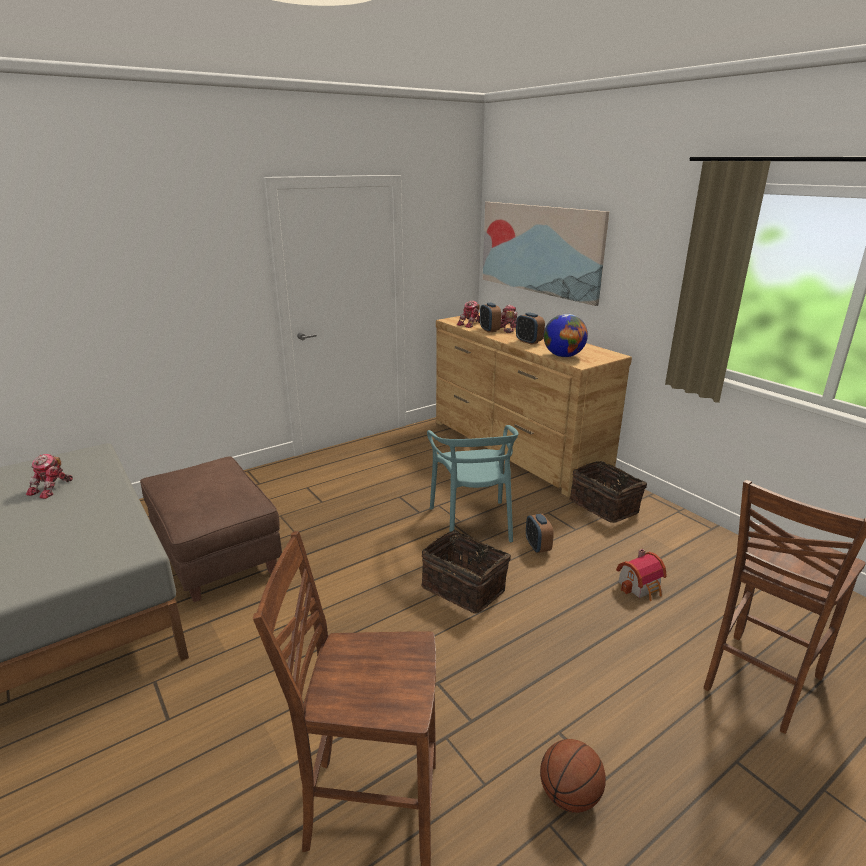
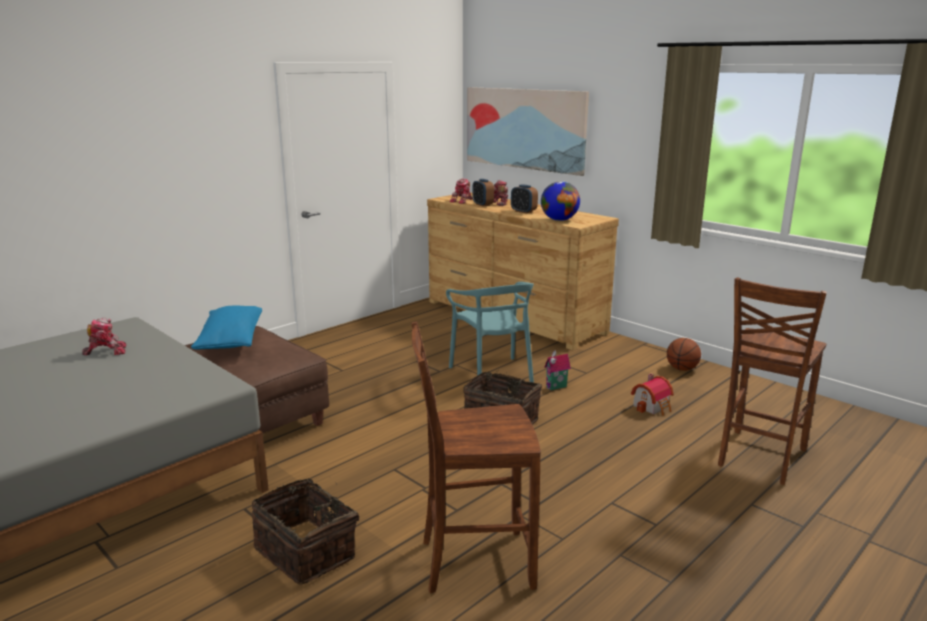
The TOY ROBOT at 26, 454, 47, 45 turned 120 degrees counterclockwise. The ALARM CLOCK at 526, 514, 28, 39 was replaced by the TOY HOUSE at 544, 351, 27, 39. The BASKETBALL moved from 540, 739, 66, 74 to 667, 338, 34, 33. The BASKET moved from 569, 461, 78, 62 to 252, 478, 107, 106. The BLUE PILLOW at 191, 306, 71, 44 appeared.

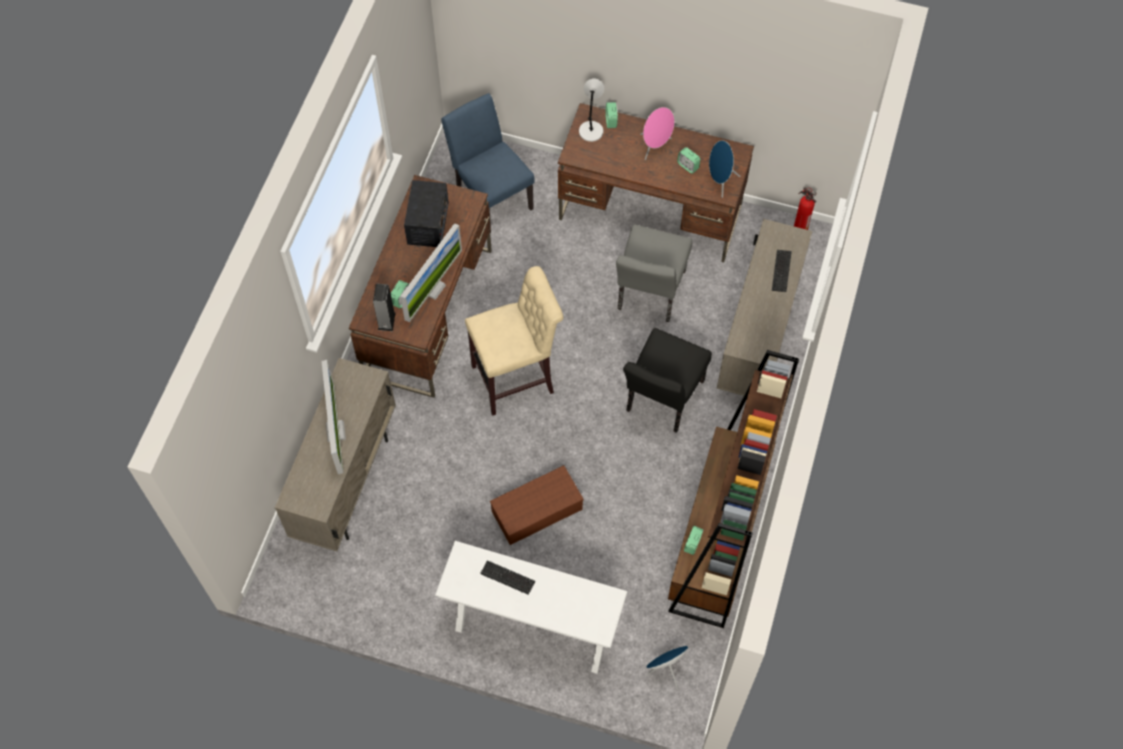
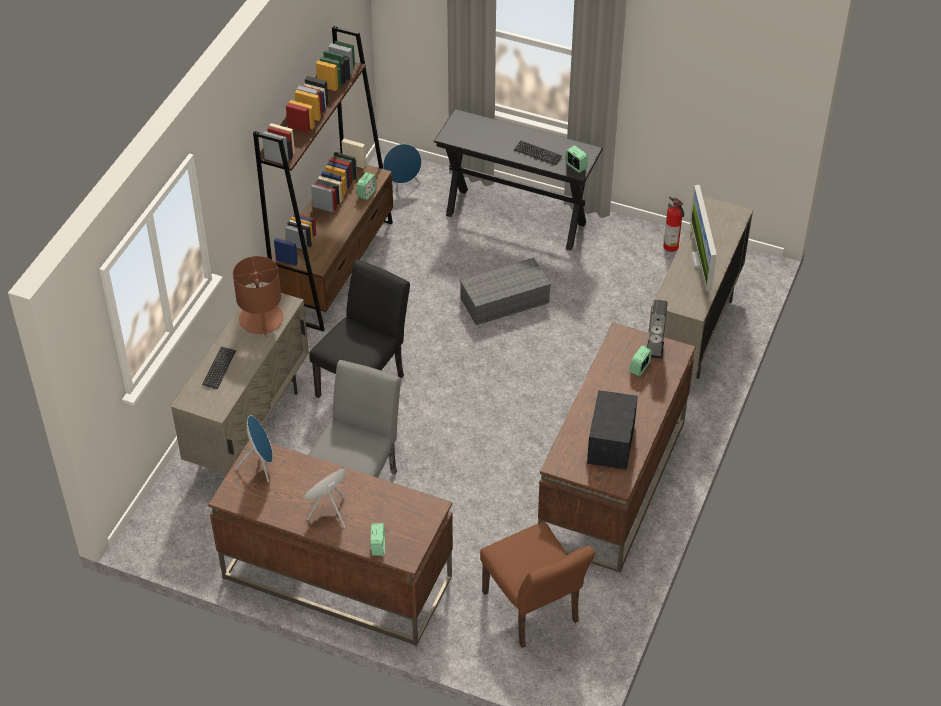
The MONITOR at 400, 223, 62, 99 disappeared. The WHITE CONSOLE TABLE at 435, 541, 193, 133 became the BLACK CONSOLE TABLE at 434, 109, 169, 142. The BLUE CHAIR at 441, 93, 94, 140 became the BROWN CHAIR at 480, 521, 115, 127. The BEIGE STOOL at 465, 266, 98, 150 disappeared. The BROWN STORAGE BOX at 490, 465, 94, 80 became the GREY STORAGE BOX at 460, 258, 91, 67. The GREY TABLE LAMP at 579, 78, 25, 64 disappeared. The ALARM CLOCK moved from 677, 147, 24, 27 to 566, 146, 22, 27. The FIRE EXTINGUISHER moved from 794, 188, 23, 42 to 663, 196, 21, 56. The BROWN TABLE LAMP at 233, 256, 51, 81 appeared.

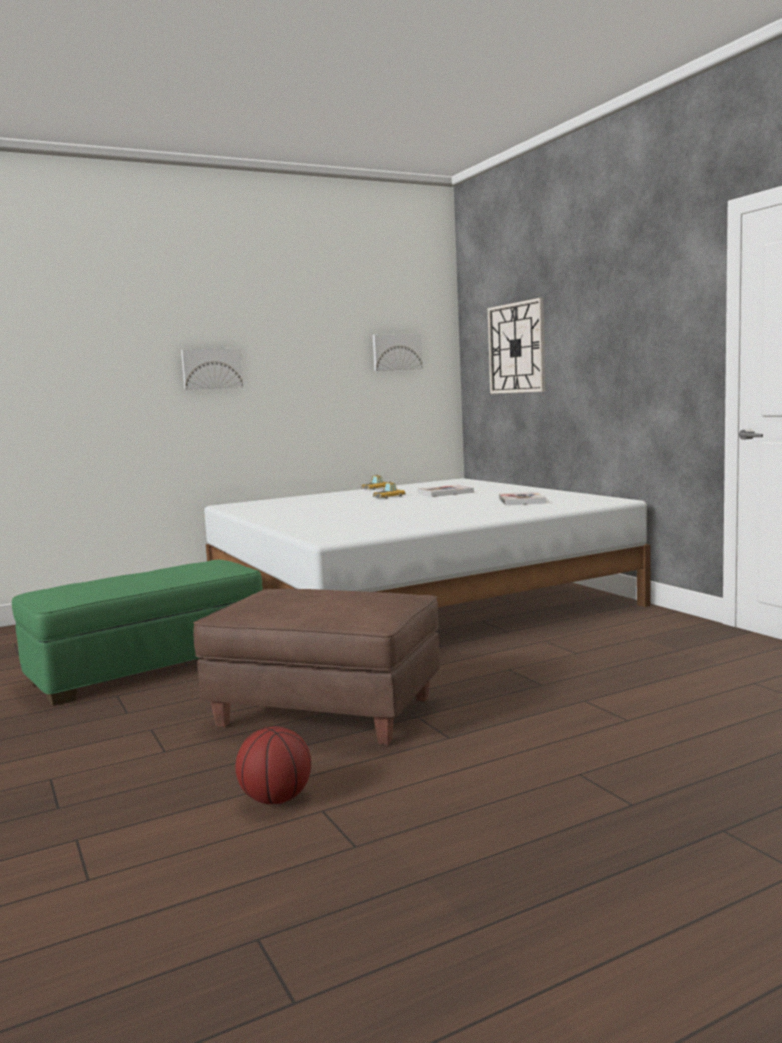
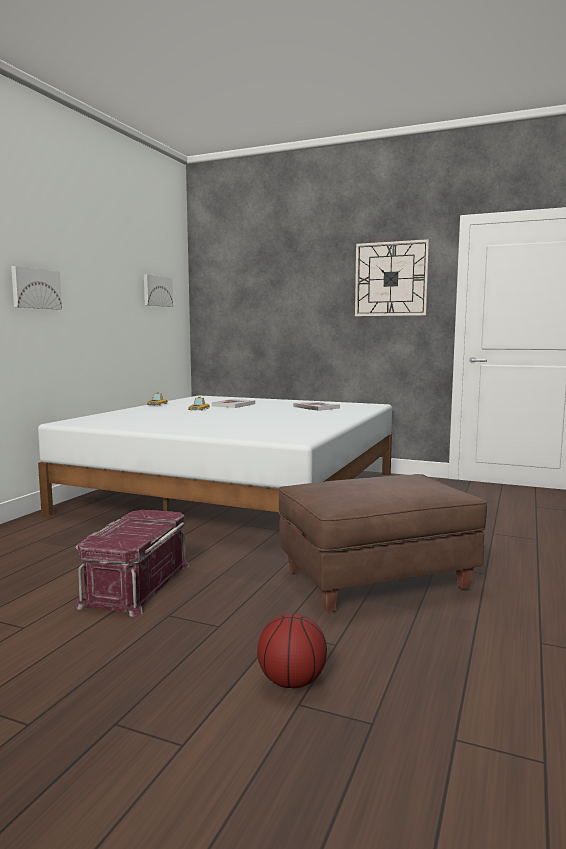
The GREEN OTTOMAN at 12, 560, 250, 146 was replaced by the RED STORAGE BOX at 75, 510, 115, 107. The BASKETBALL moved from 235, 726, 76, 78 to 257, 614, 70, 74. The WALL CLOCK moved from 488, 298, 57, 96 to 355, 239, 74, 77.

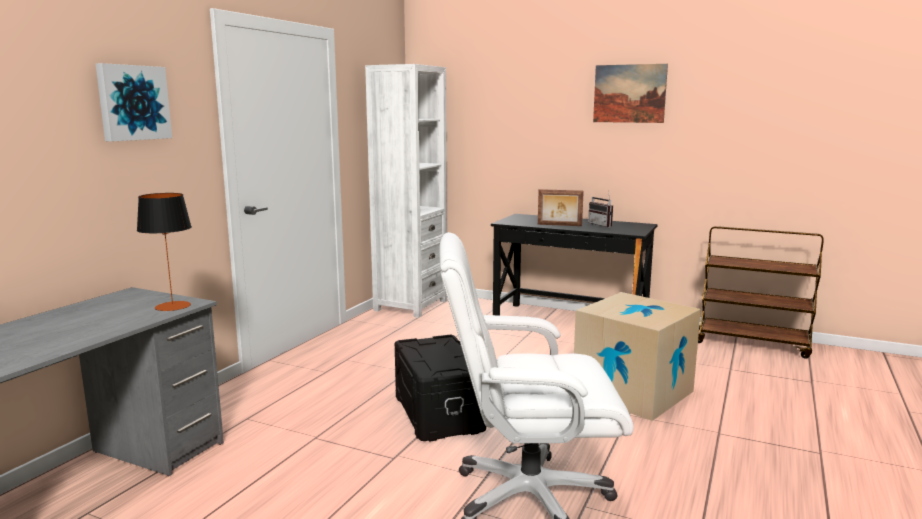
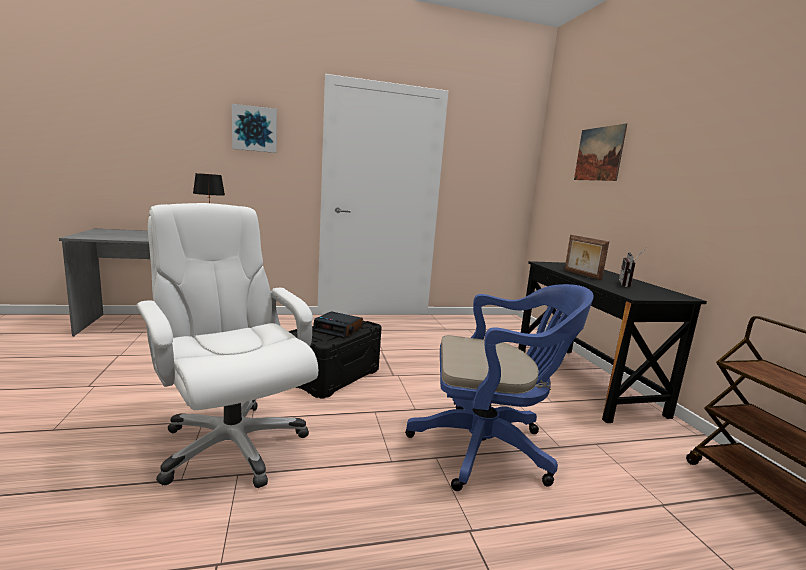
The WHITE BOOKCASE at 365, 64, 82, 254 disappeared. The CARDBOARD BOX at 574, 292, 127, 129 was replaced by the BLUE OFFICE CHAIR at 405, 284, 189, 207. The PICTURE moved from 593, 64, 75, 59 to 574, 123, 53, 58. The ALARM CLOCK at 313, 311, 50, 27 appeared.

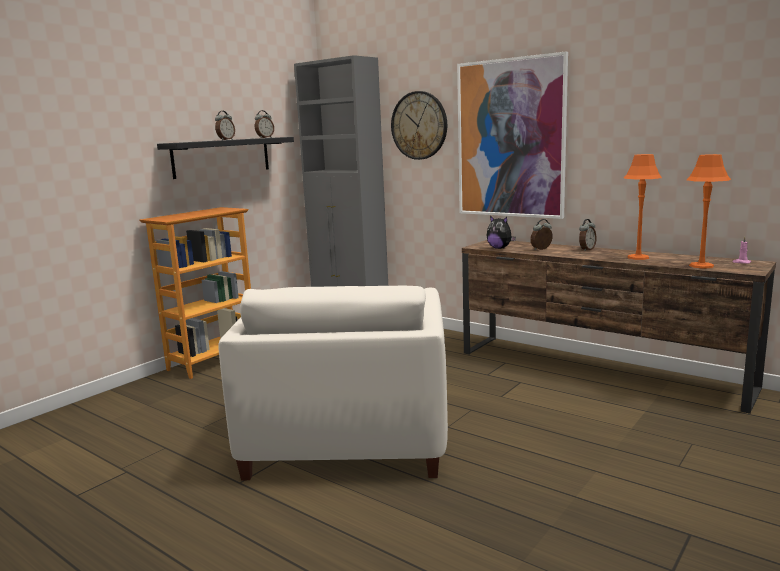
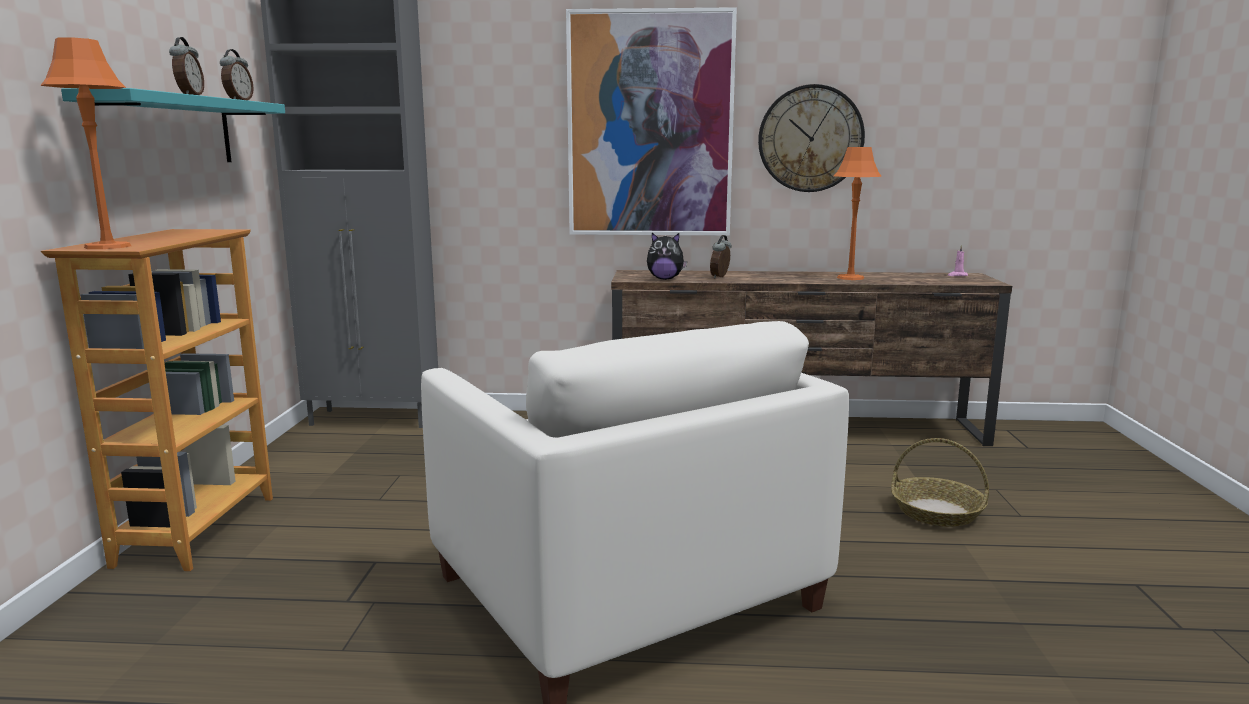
The BLACK SHELF at 157, 137, 137, 42 became the TURQUOISE SHELF at 61, 88, 224, 74. The WALL CLOCK moved from 391, 91, 56, 69 to 758, 84, 107, 108. The ALARM CLOCK at 579, 219, 18, 32 disappeared. The ORANGE TABLE LAMP moved from 687, 154, 44, 115 to 40, 37, 91, 212. The BASKET at 891, 438, 98, 89 appeared.

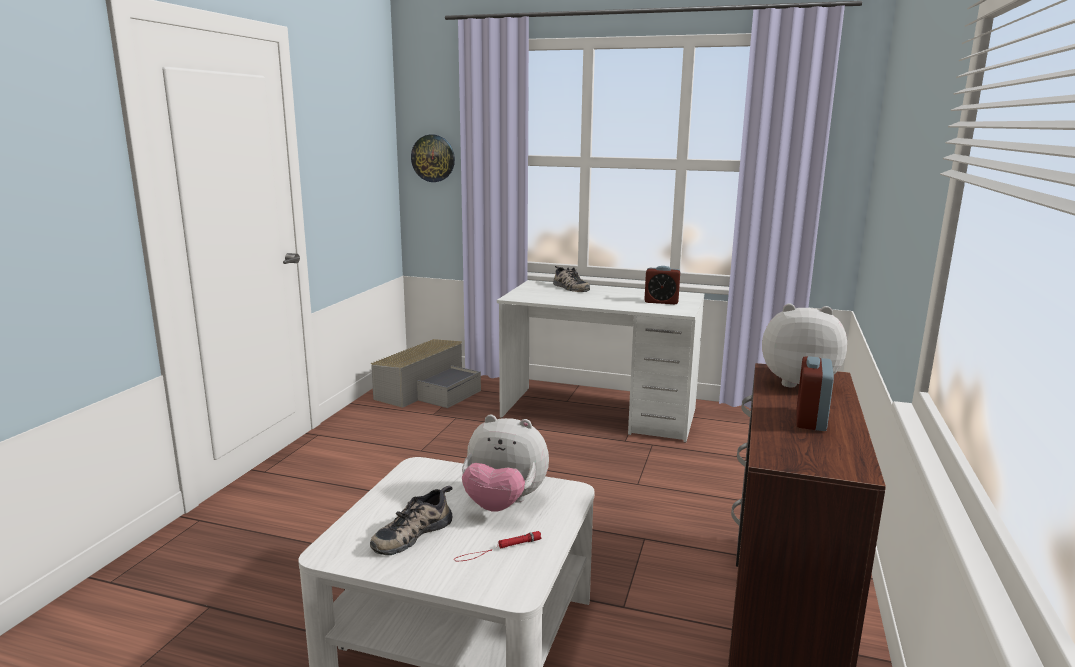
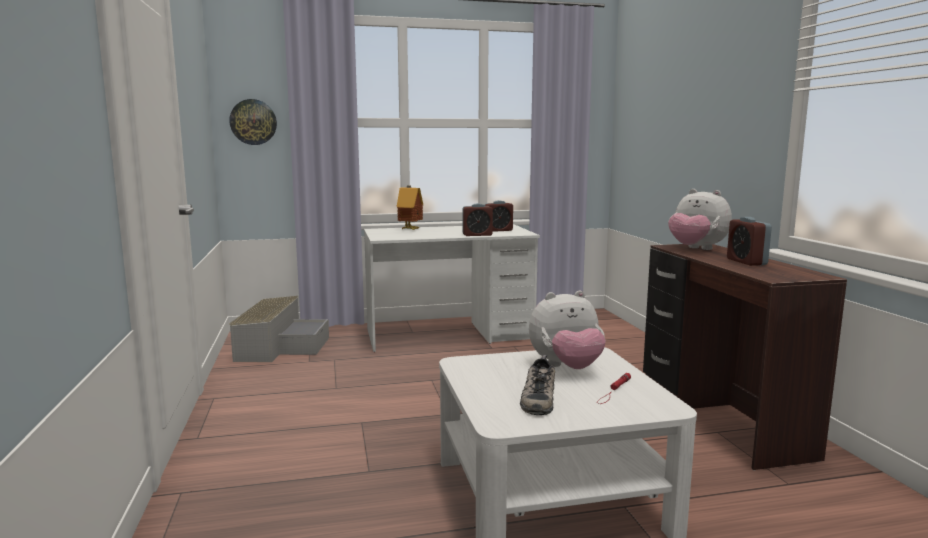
The SHOE at 553, 266, 37, 26 was replaced by the TOY HOUSE at 397, 185, 26, 45. The PLUSH TOY at 762, 303, 85, 85 turned 120 degrees counterclockwise. The ALARM CLOCK at 463, 203, 30, 33 appeared.

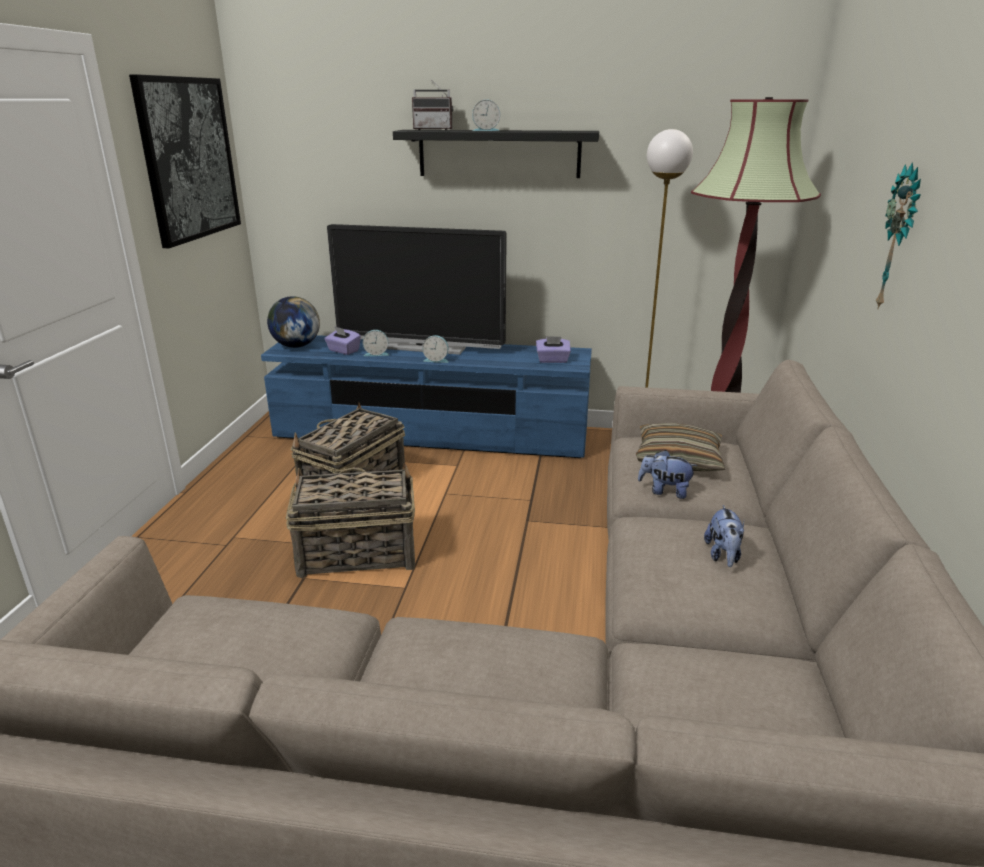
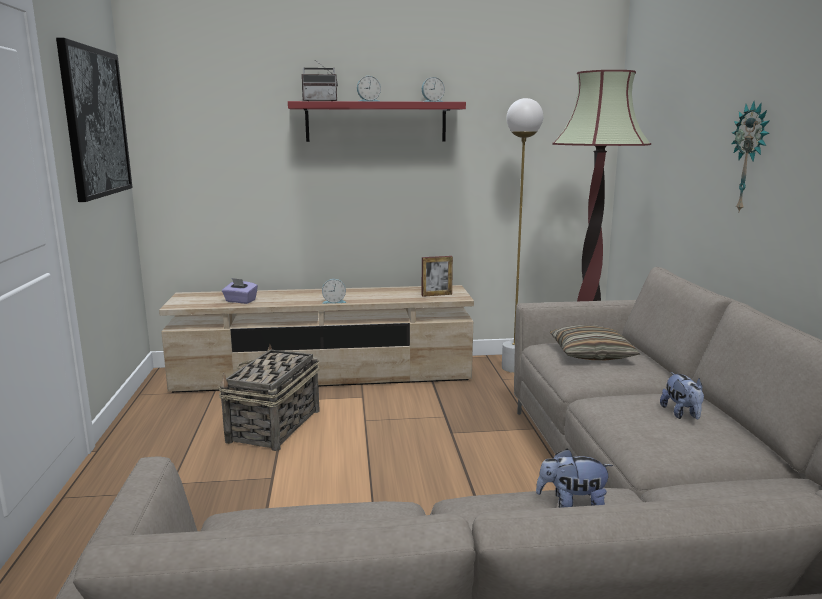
The BLUE TV STAND at 261, 335, 331, 123 became the BEIGE TV STAND at 159, 285, 315, 108. The GLOBE at 267, 296, 53, 52 disappeared. The BASKET at 286, 462, 129, 117 disappeared. The TELEVISION at 327, 224, 180, 131 disappeared. The ALARM CLOCK moved from 363, 330, 26, 26 to 422, 77, 23, 25. The BLACK SHELF at 393, 130, 206, 48 became the RED SHELF at 288, 101, 178, 41. The PURPLE TISSUE BOX at 536, 336, 35, 27 was replaced by the PICTURE FRAME at 422, 256, 31, 41. The PLUSH TOY moved from 638, 450, 60, 49 to 536, 449, 77, 59.

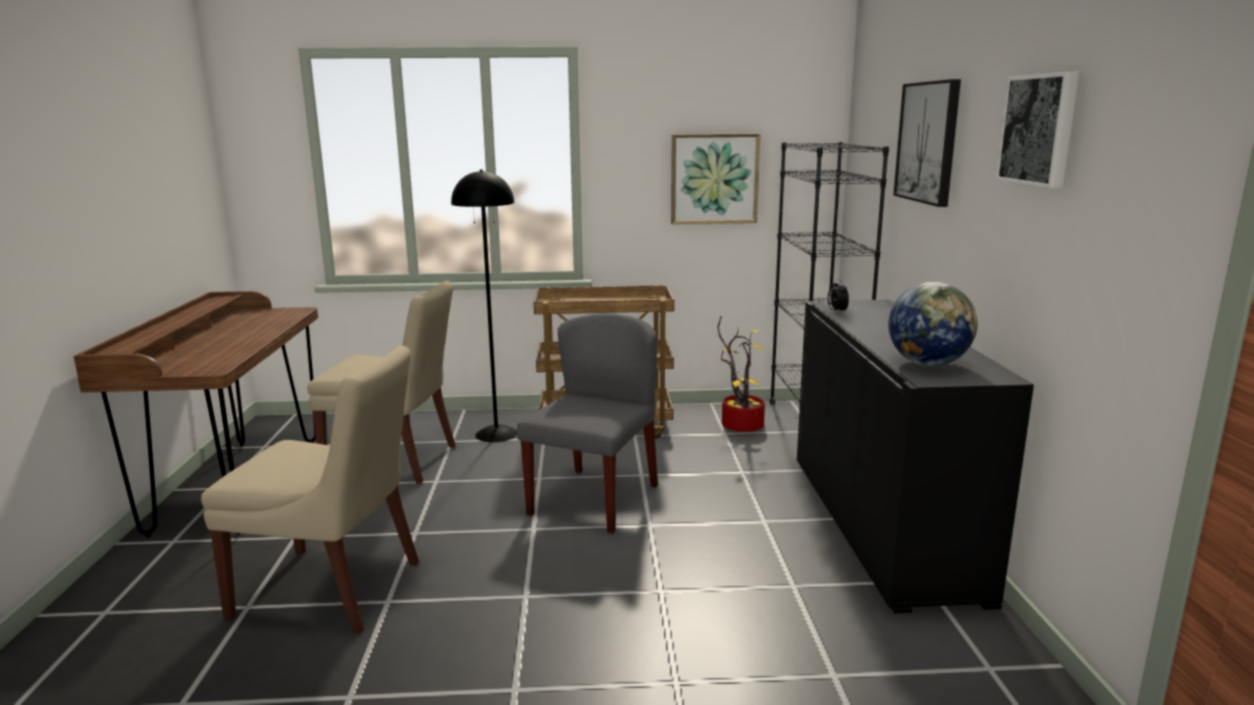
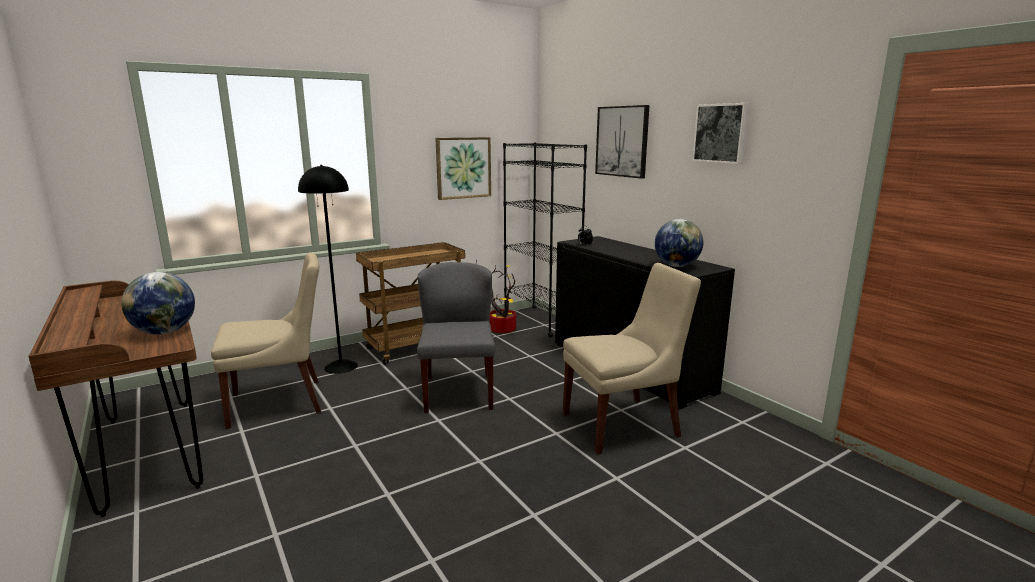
The BEIGE CHAIR moved from 201, 346, 218, 288 to 562, 263, 139, 192. The GLOBE at 121, 272, 74, 63 appeared.

